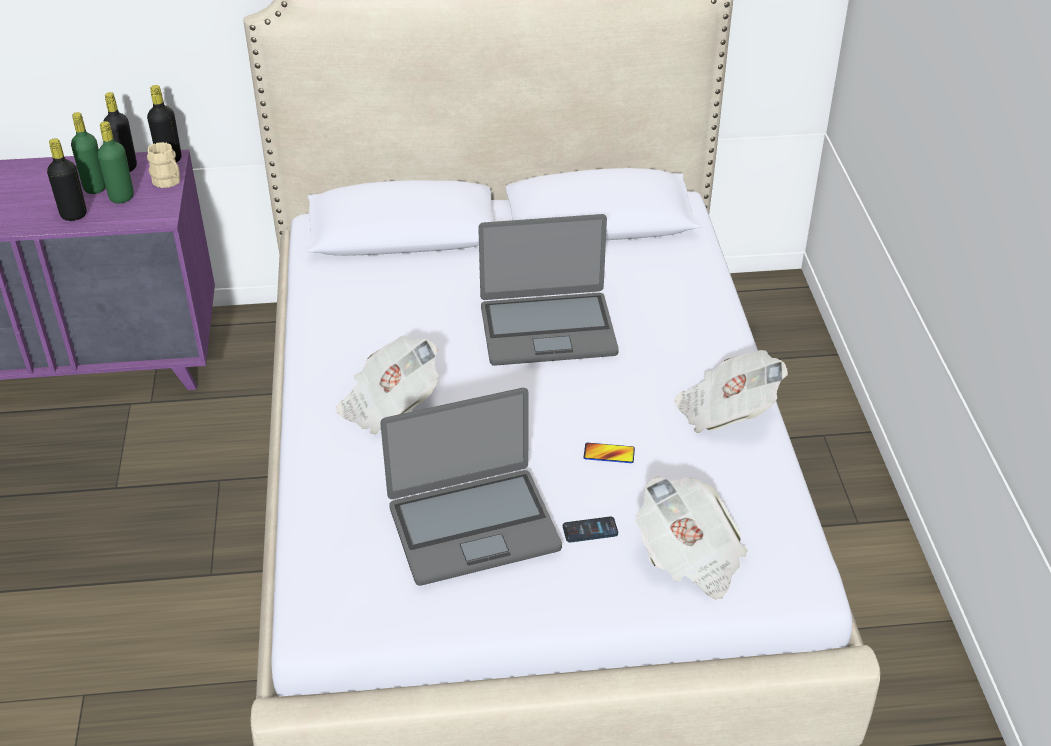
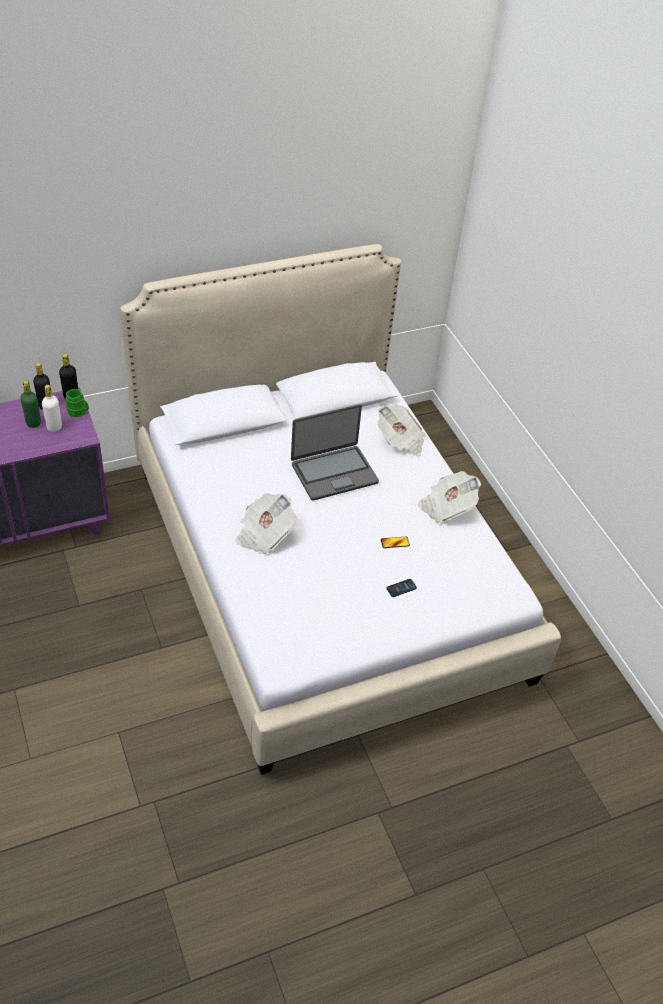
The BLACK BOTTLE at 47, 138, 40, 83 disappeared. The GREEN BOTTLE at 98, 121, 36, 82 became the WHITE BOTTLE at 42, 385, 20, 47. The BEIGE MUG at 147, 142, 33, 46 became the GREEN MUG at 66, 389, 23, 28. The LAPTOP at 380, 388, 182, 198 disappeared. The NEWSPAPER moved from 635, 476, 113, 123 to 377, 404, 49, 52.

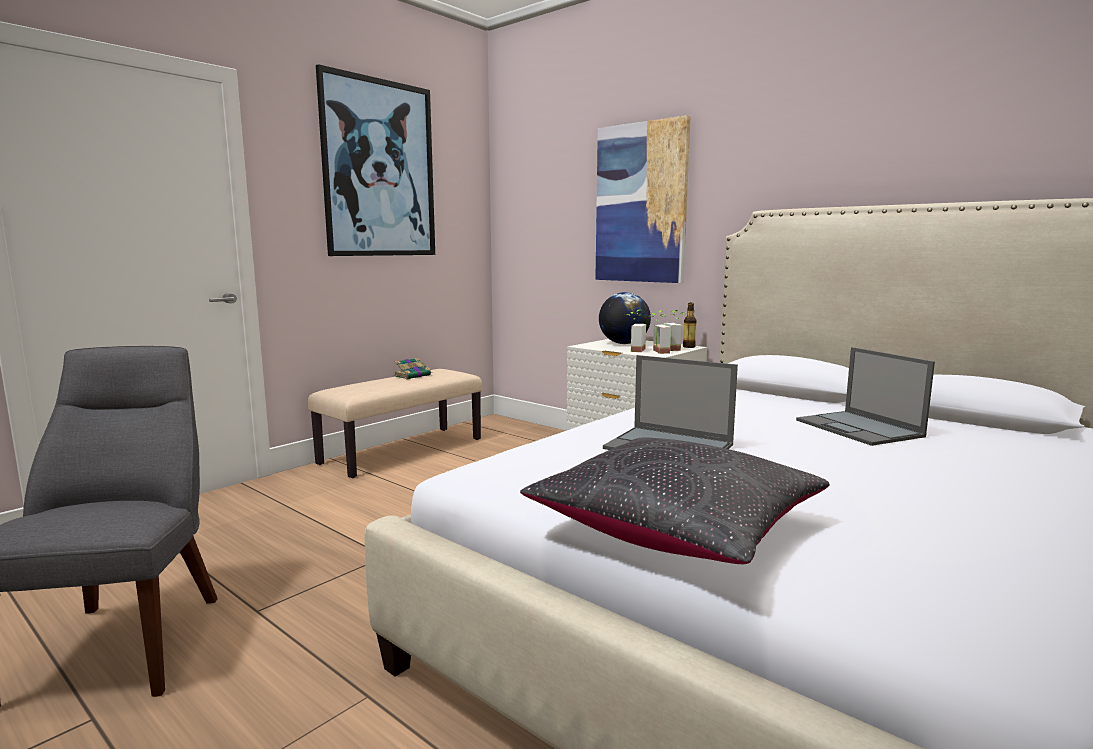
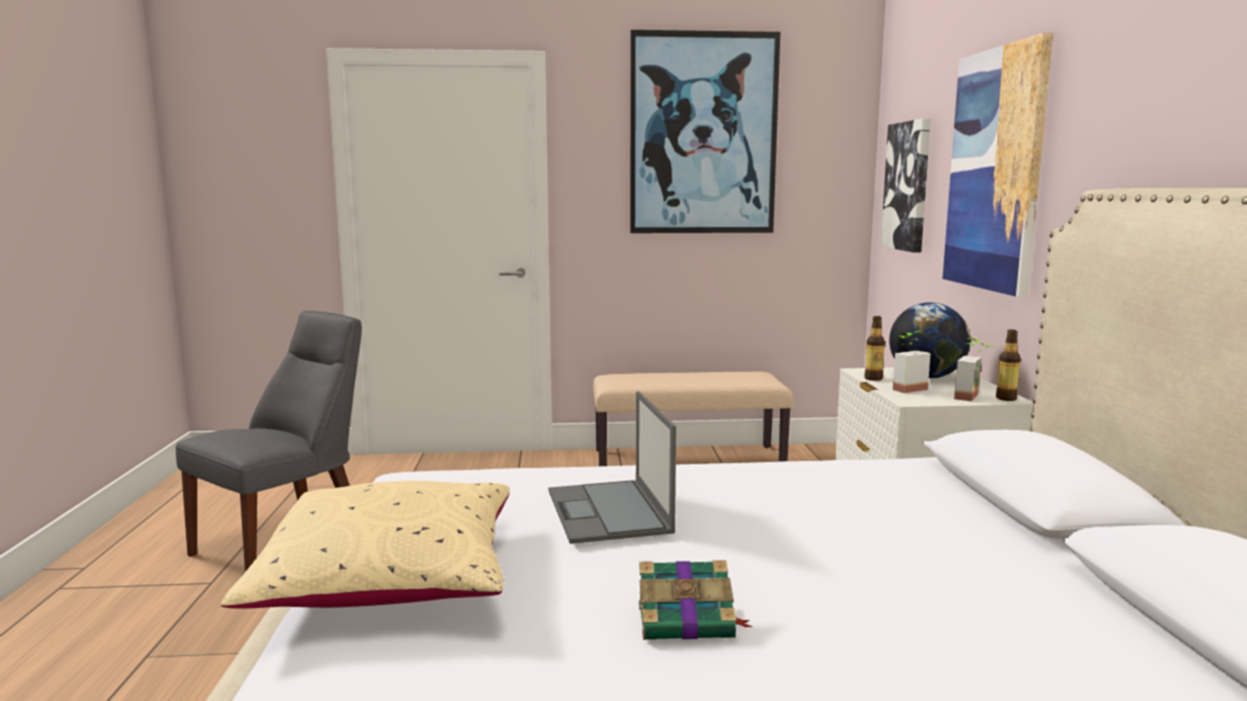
The BOOK moved from 394, 358, 39, 21 to 639, 560, 113, 80. The BLACK PILLOW at 520, 437, 310, 127 became the BEIGE PILLOW at 221, 481, 289, 128. The POTTED PLANT at 650, 311, 21, 43 disappeared. The LAPTOP at 796, 347, 139, 99 disappeared. The BOTTLE at 864, 316, 21, 65 appeared. The PICTURE at 881, 118, 50, 135 appeared.

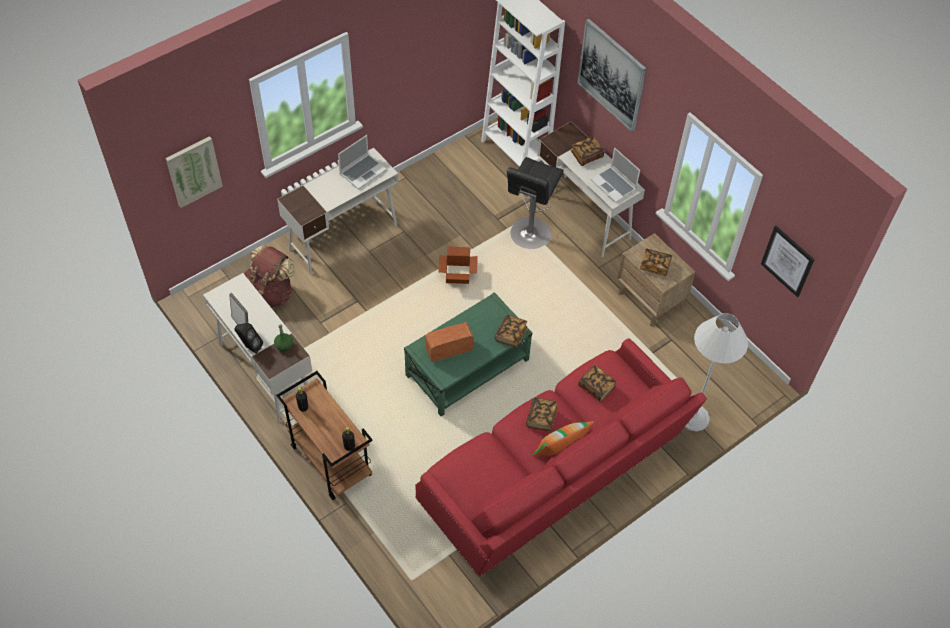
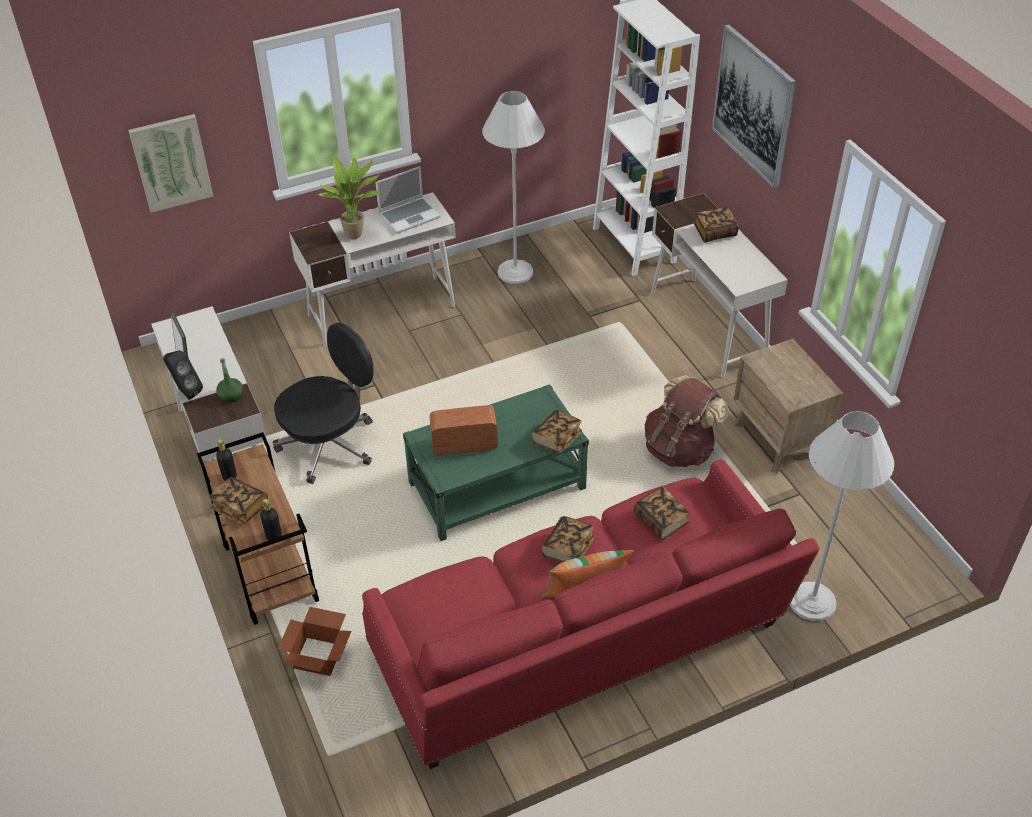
The BROWN BACKPACK moved from 244, 244, 52, 63 to 645, 375, 84, 92. The CARDBOARD BOX moved from 438, 247, 40, 37 to 278, 607, 73, 69. The BLACK STOOL at 506, 157, 58, 92 disappeared. The LAPTOP at 590, 148, 50, 55 disappeared. The BOOK moved from 640, 248, 32, 28 to 209, 477, 59, 47. The PICTURE at 761, 226, 54, 71 disappeared. The BLACK OFFICE CHAIR at 273, 323, 101, 161 appeared. The POTTED PLANT at 318, 156, 63, 83 appeared. The WHITE FLOOR LAMP at 482, 91, 63, 193 appeared.

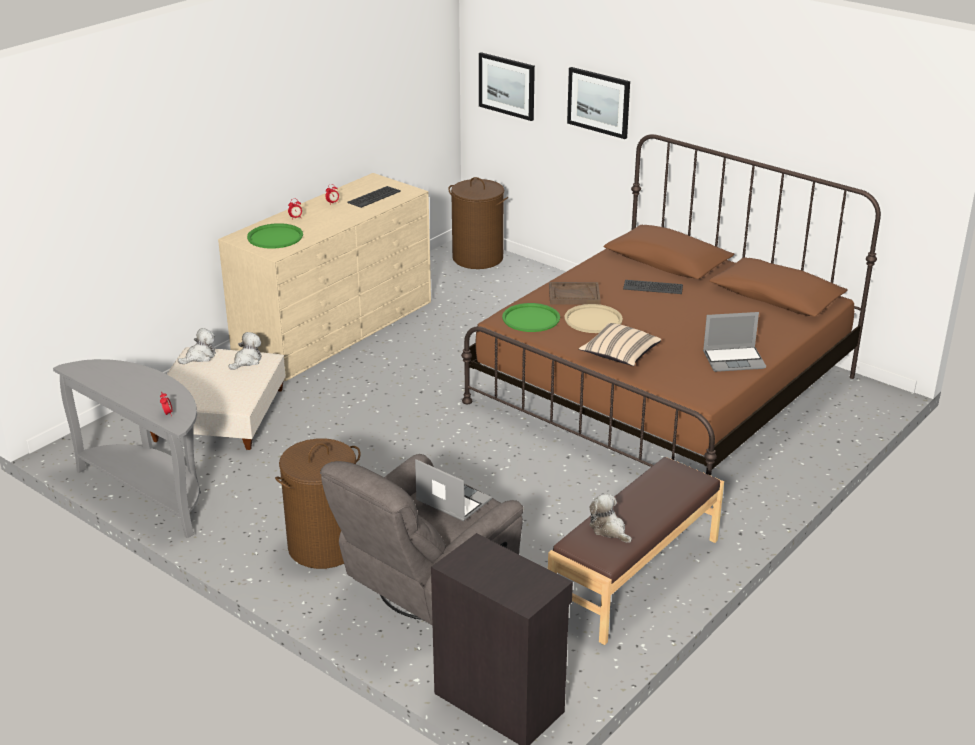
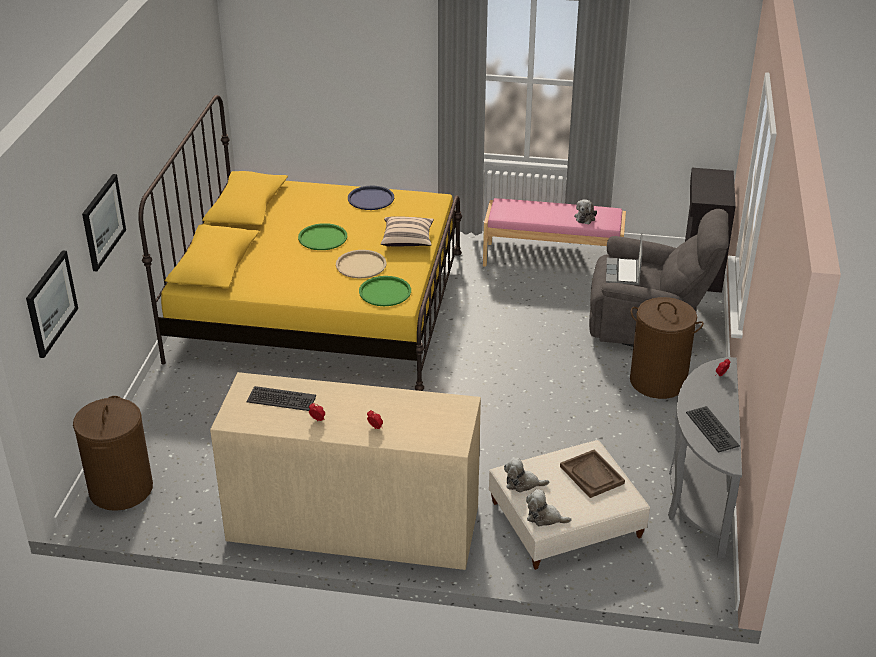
The GREEN TRAY moved from 247, 223, 56, 26 to 298, 223, 49, 27. The BROWN BED at 461, 134, 420, 374 became the YELLOW BED at 138, 95, 324, 296. The BROWN BENCH at 548, 457, 176, 188 became the PINK BENCH at 483, 198, 143, 69. The BROWN TRAY moved from 549, 282, 52, 23 to 560, 450, 65, 48. The KEYBOARD moved from 623, 280, 60, 14 to 686, 406, 54, 47. The LAPTOP at 703, 312, 63, 60 was replaced by the BLUE TRAY at 348, 186, 46, 24.

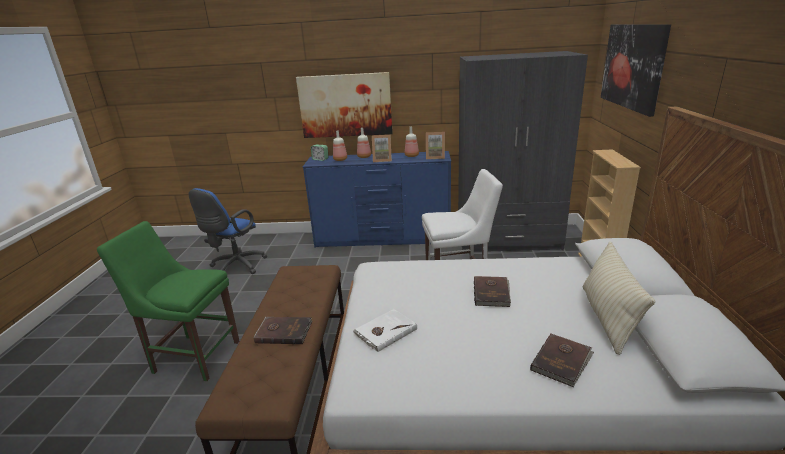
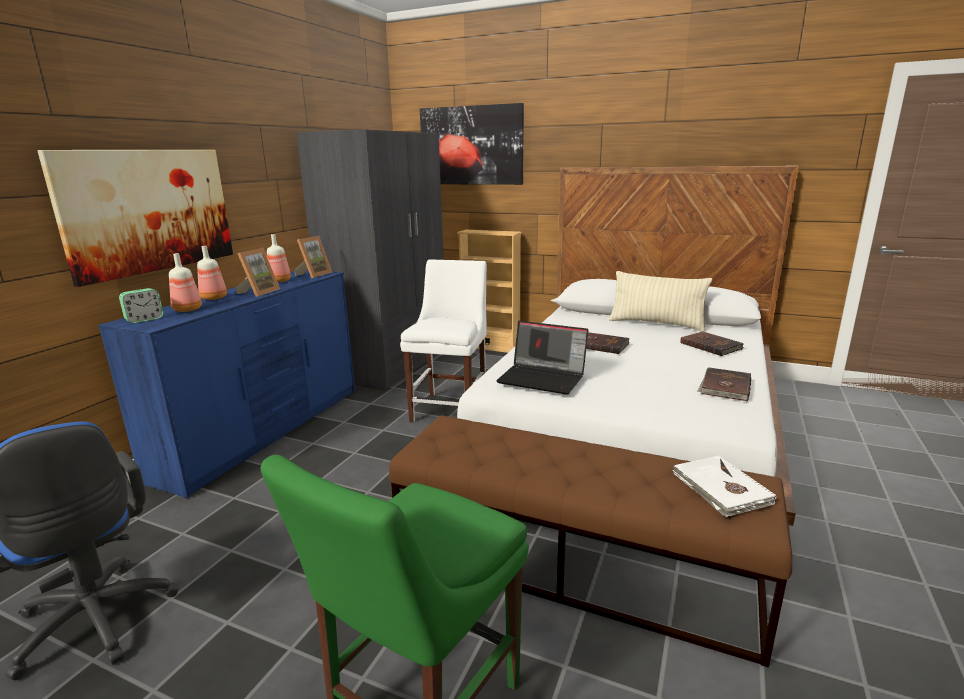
The BROWN BOOK moved from 254, 317, 58, 27 to 697, 367, 54, 34. The WHITE BOOK moved from 353, 309, 64, 43 to 672, 455, 104, 62. The LAPTOP at 496, 321, 92, 74 appeared.

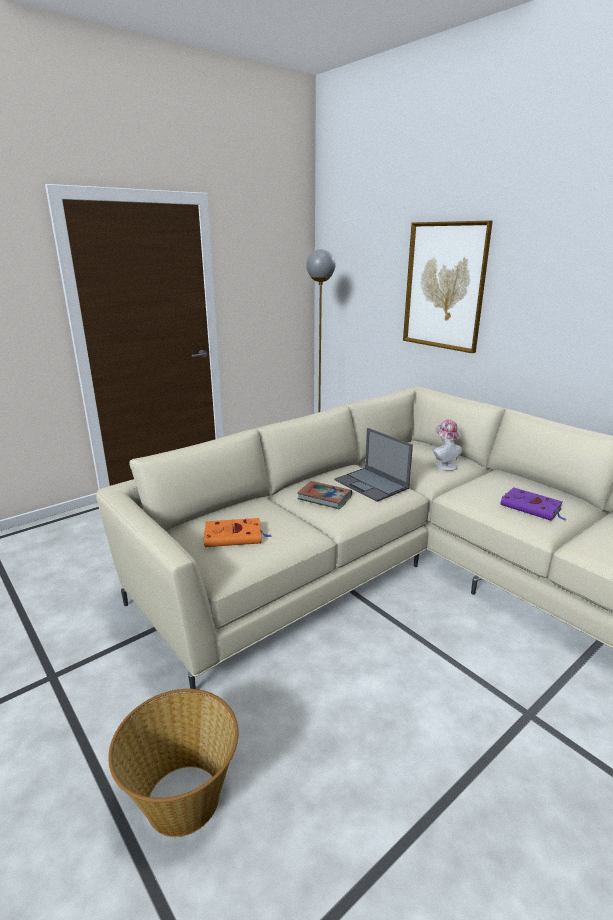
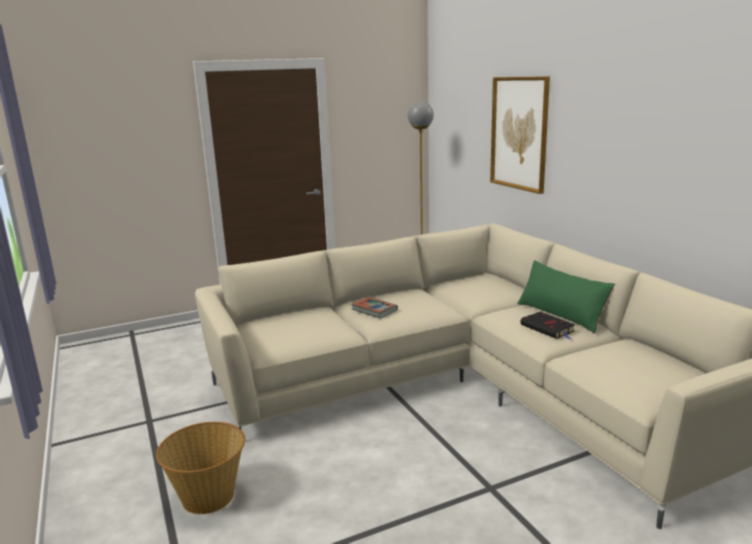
The ORANGE BOOK at 203, 518, 69, 29 disappeared. The LAPTOP at 334, 428, 79, 74 disappeared. The HAT at 433, 419, 29, 52 disappeared. The PURPLE BOOK at 500, 487, 66, 34 became the BLACK BOOK at 520, 312, 55, 28. The GREEN PILLOW at 517, 260, 98, 73 appeared.

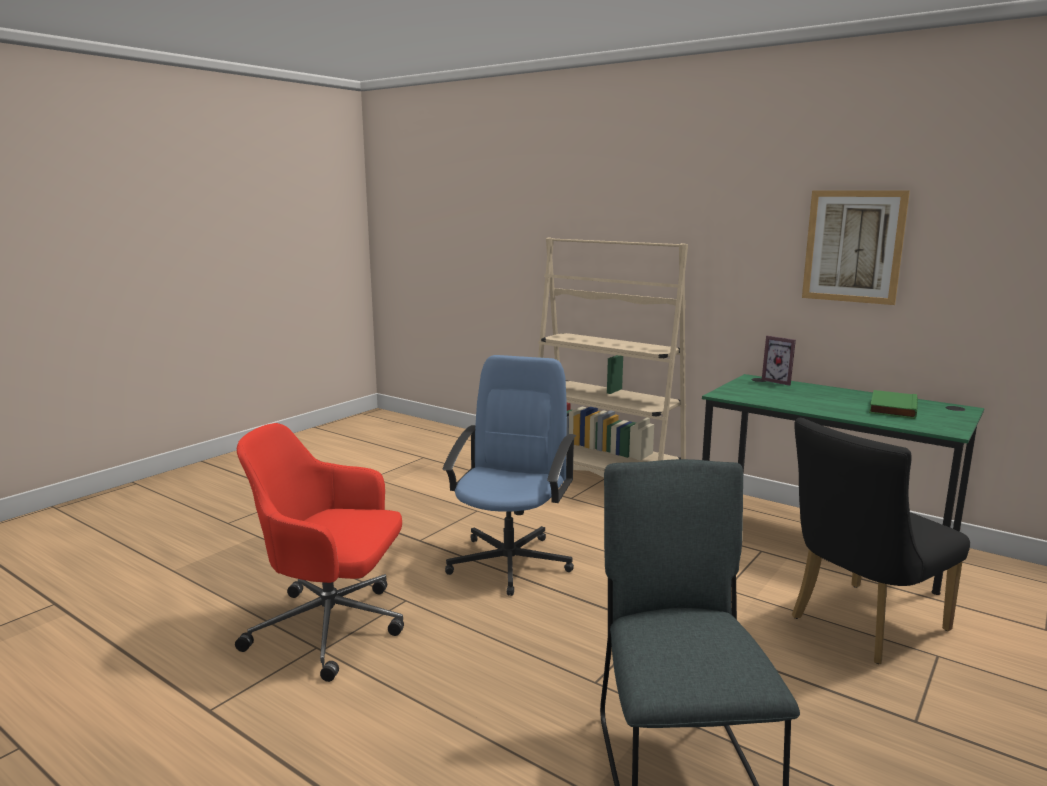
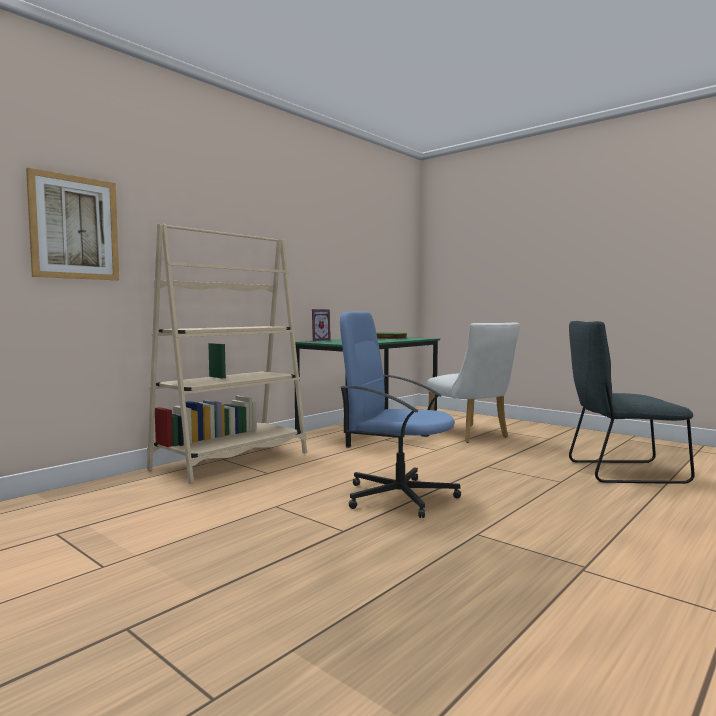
The RED OFFICE CHAIR at 235, 423, 169, 259 disappeared. The BLACK CHAIR at 792, 418, 178, 246 became the WHITE CHAIR at 427, 322, 93, 121. The PICTURE moved from 802, 190, 108, 115 to 26, 168, 93, 112.

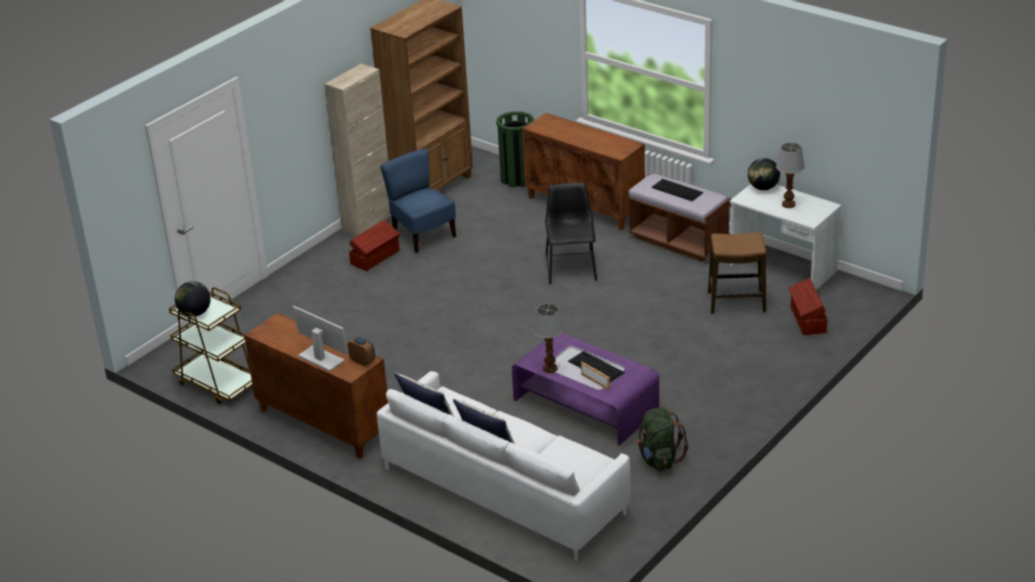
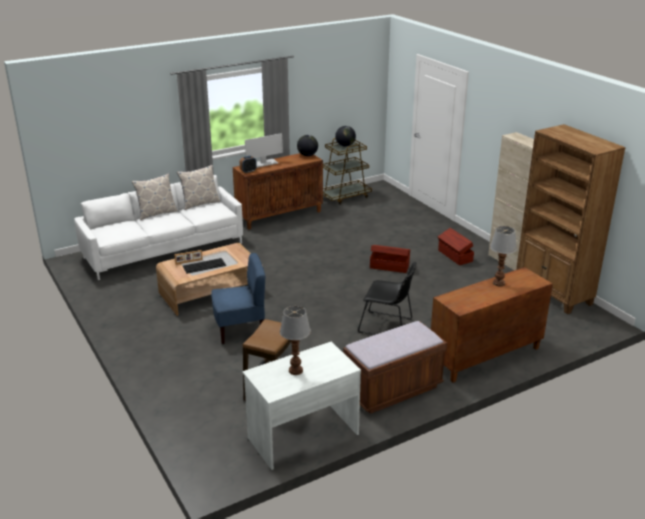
The BLUE CHAIR moved from 380, 149, 76, 104 to 211, 253, 54, 91. The GREEN TRASH CAN at 496, 111, 38, 77 disappeared. The PURPLE COFFEE TABLE at 512, 333, 147, 113 became the BROWN COFFEE TABLE at 156, 243, 107, 73. The TABLE LAMP moved from 533, 304, 31, 69 to 490, 226, 27, 61. The GREEN BACKPACK at 636, 408, 53, 63 disappeared. The KEYBOARD at 651, 179, 53, 22 disappeared. The GLOBE moved from 748, 158, 32, 32 to 297, 135, 21, 21. The BROWN STORAGE BOX moved from 788, 278, 40, 57 to 370, 245, 40, 28.

